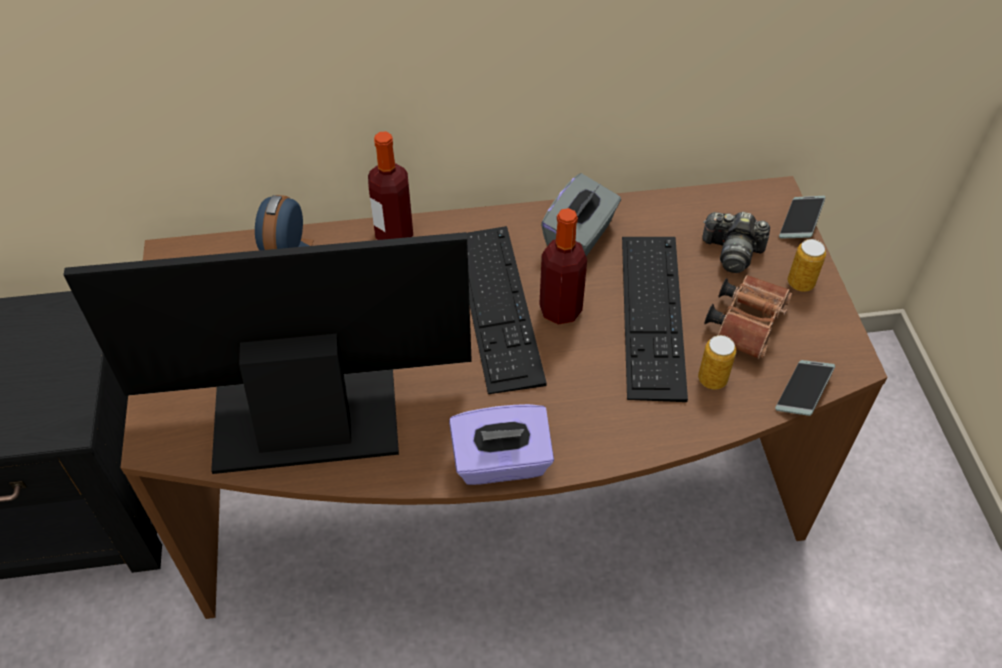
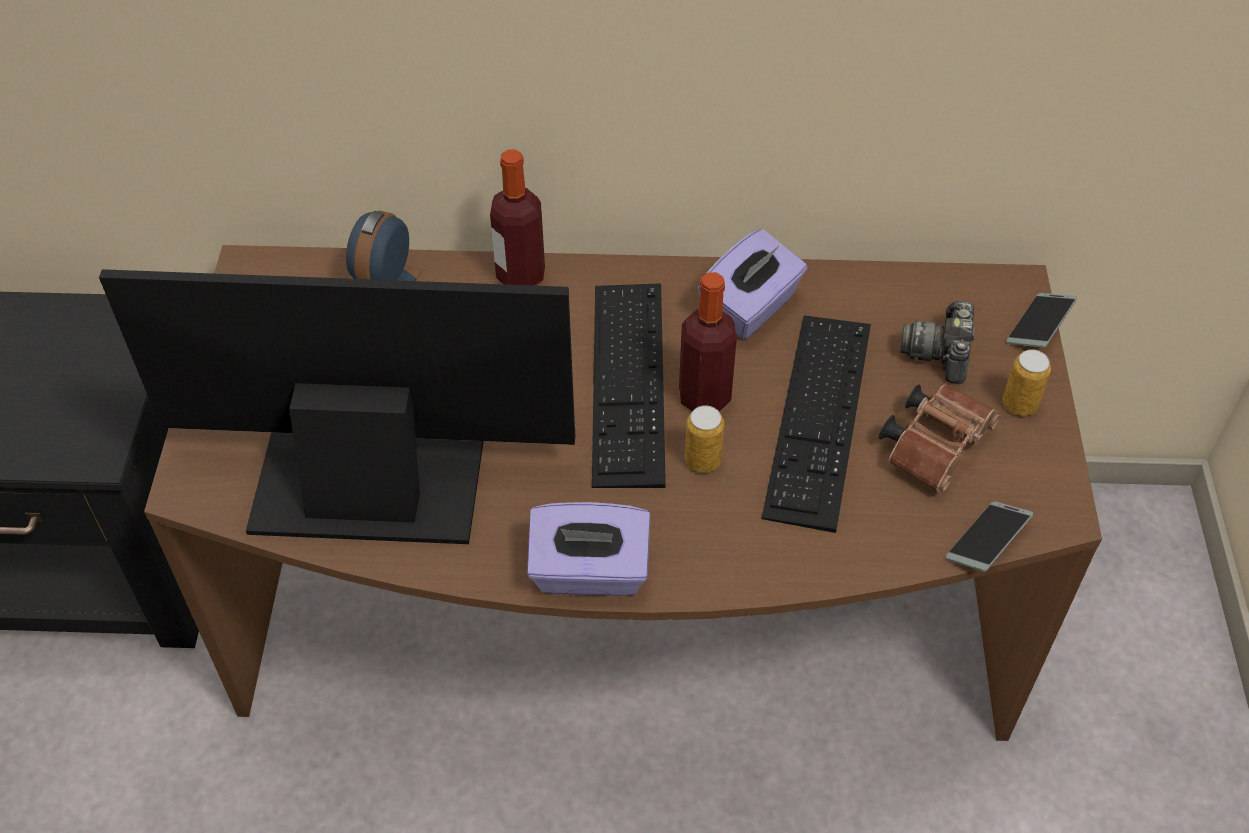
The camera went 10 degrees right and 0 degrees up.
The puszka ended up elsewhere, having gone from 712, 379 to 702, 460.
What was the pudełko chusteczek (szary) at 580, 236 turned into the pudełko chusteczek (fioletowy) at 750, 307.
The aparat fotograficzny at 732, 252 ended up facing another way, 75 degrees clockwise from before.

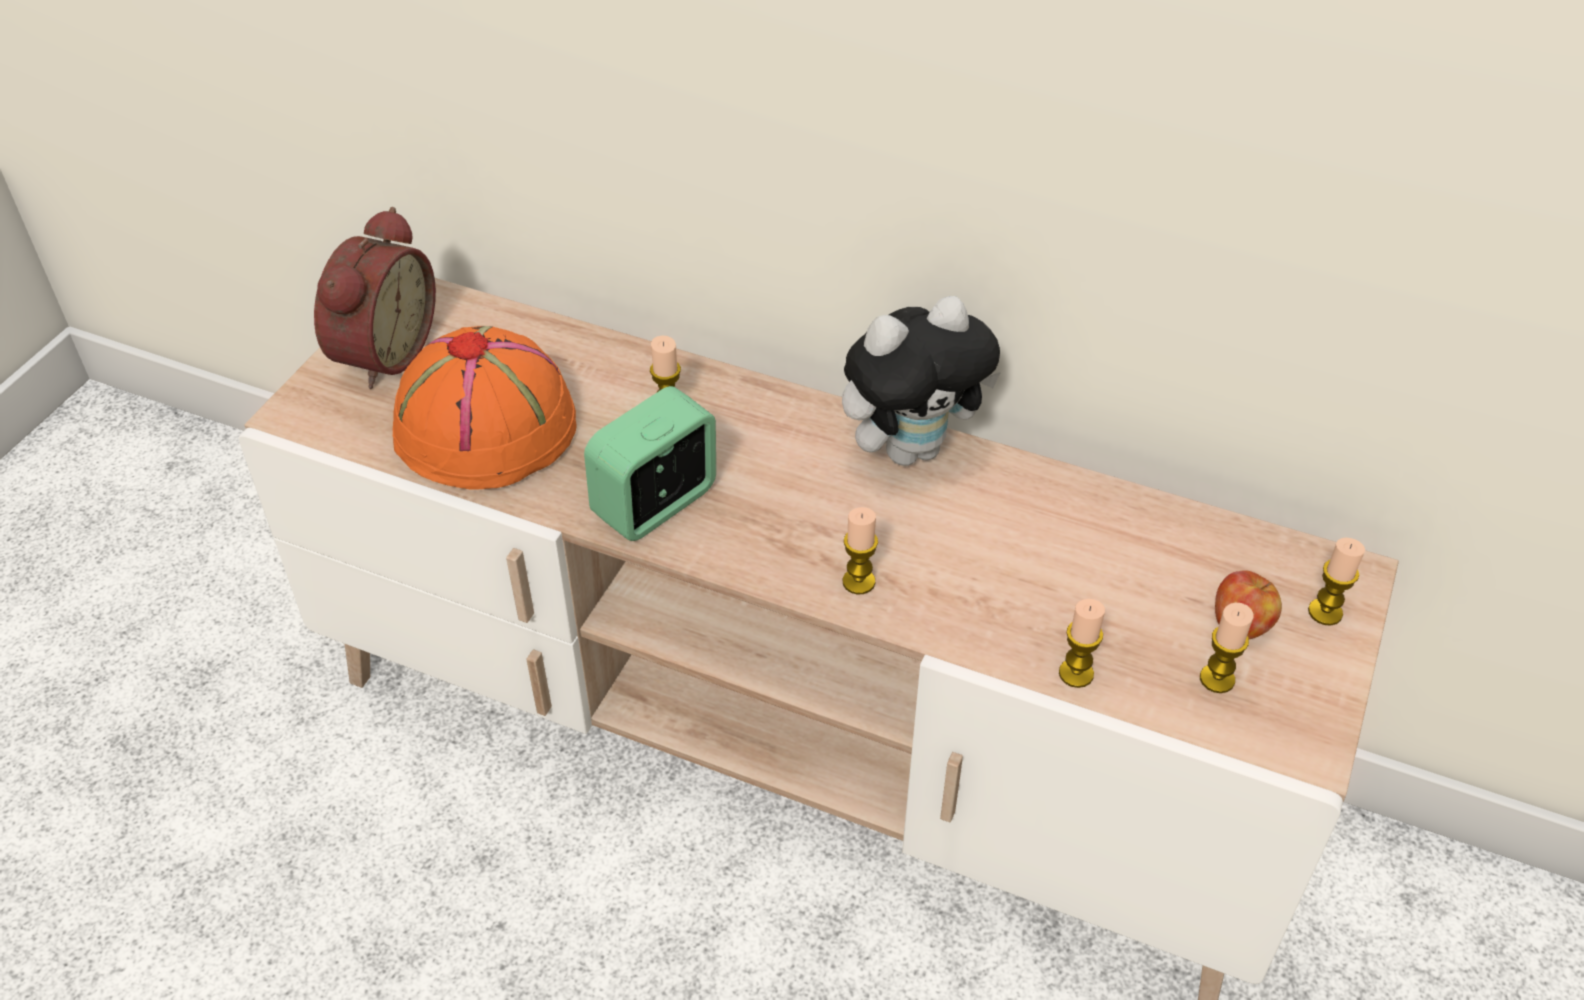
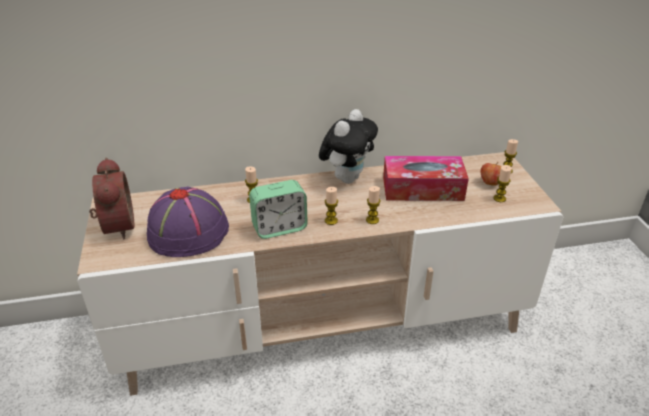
The camera went 35 degrees left and 10 degrees down.
The second view gained the pudełko chusteczek at 422, 189.
The świeca ended up elsewhere, having gone from 1076, 673 to 331, 221.
What was the kapelusz (pomarańczowy) at 488, 427 turned into the kapelusz (fioletowy) at 188, 232.
The budzik at 656, 504 ended up facing another way, 120 degrees counterclockwise from before.

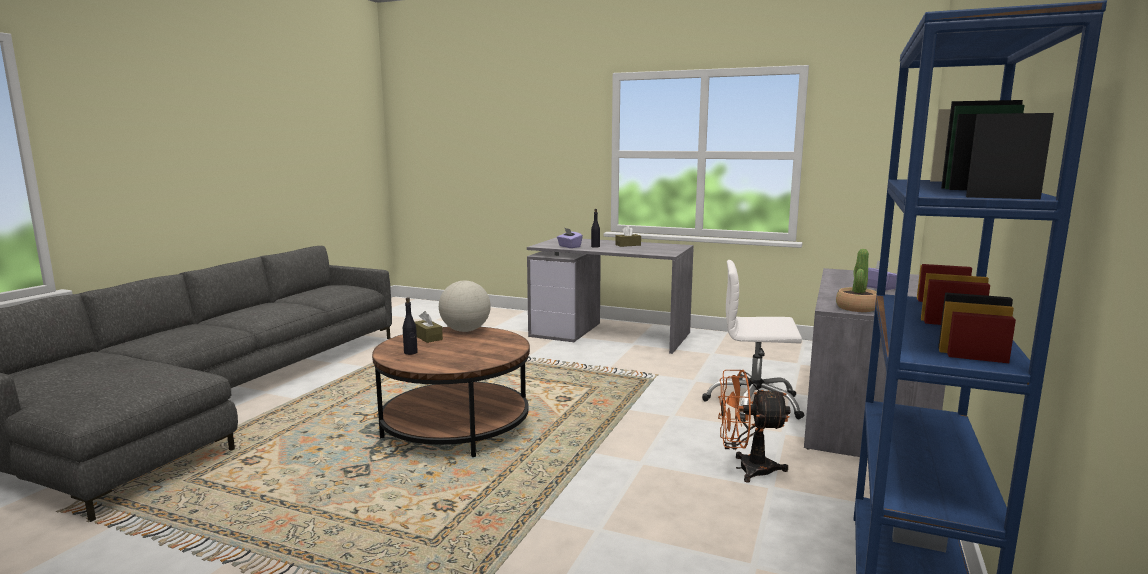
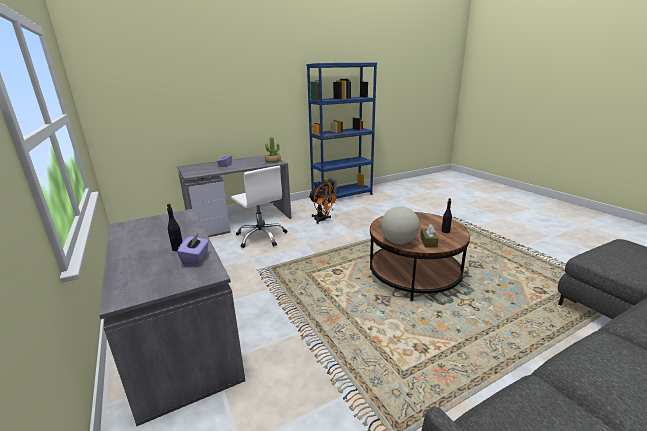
The camera went 140 degrees left and 10 degrees up.
The second view lost the pudełko chusteczek (brązowy) at 628, 245.

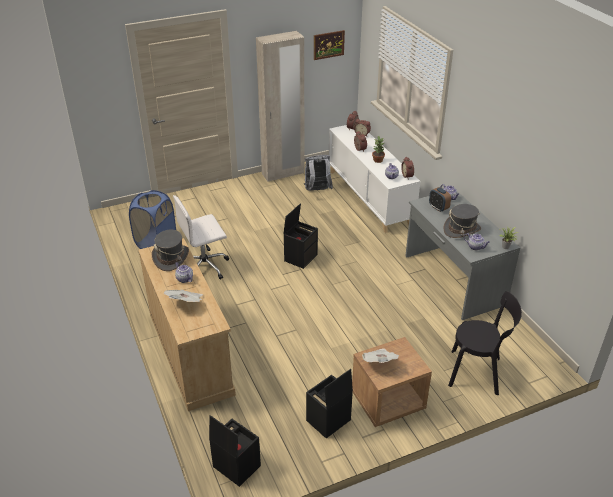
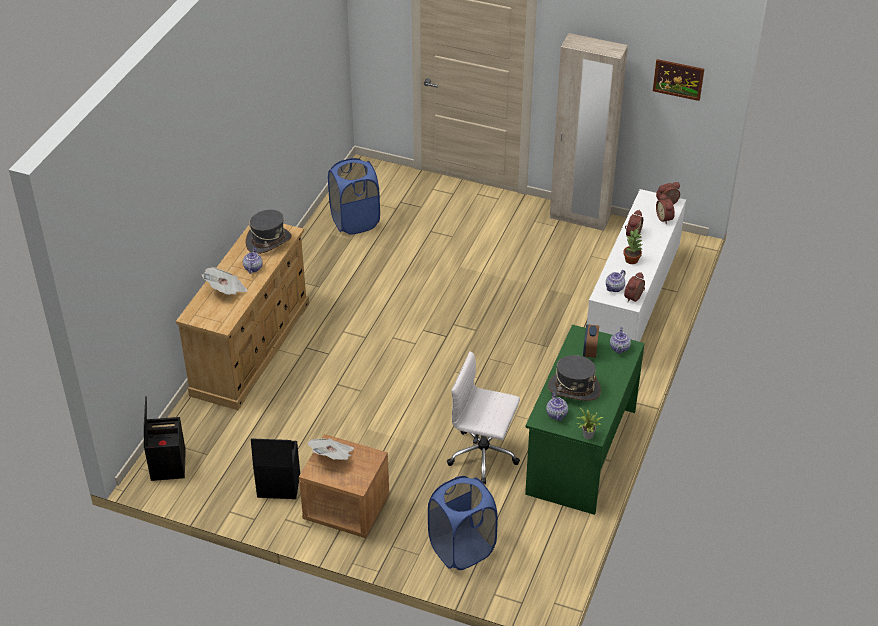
The camera went 45 degrees right and 5 degrees up.
The second view lost the pojemnik do przechowywania (czarny) at 300, 257.
The second view lost the plecak (szary) at 317, 191.
The krzesło biurowe (biały) ended up elsewhere, having gone from 205, 266 to 484, 455.
Where the krzesło (czarny) stood at 478, 372, the kosz na pranie (niebieski) came to stand at 461, 549.
What was the biurko (szary) at 452, 280 turned into the biurko (zielony) at 580, 451.

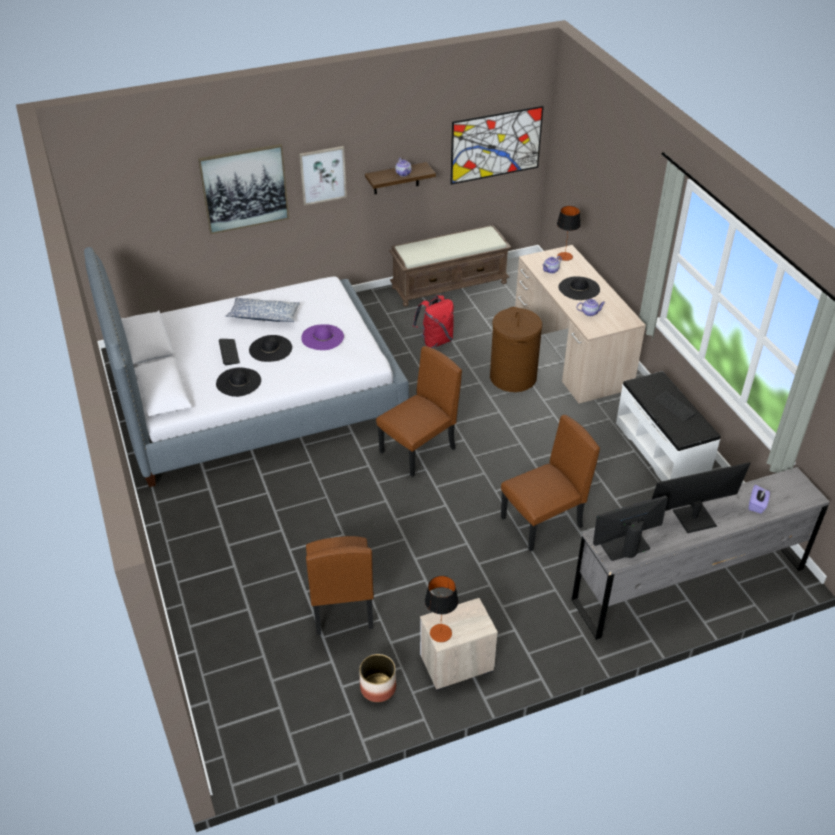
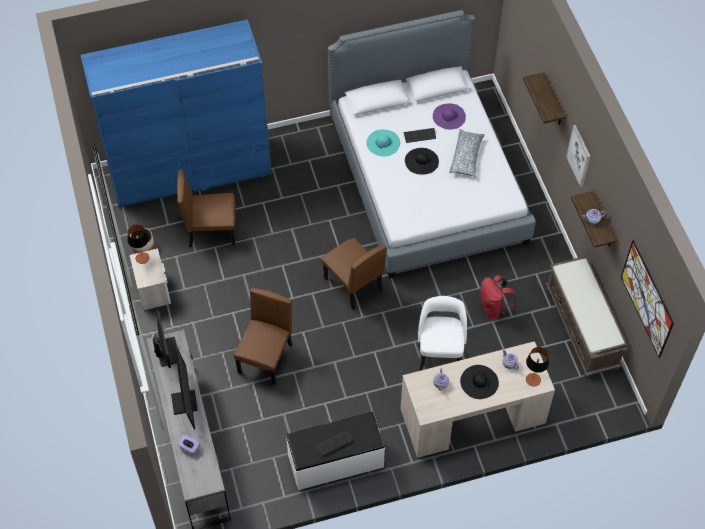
The camera went 95 degrees right and 15 degrees up.
The second view gained the szafa (niebieski) at 190, 171.
The kapelusz (fioletowy) ended up elsewhere, having gone from 322, 337 to 449, 116.
Where the obraz hung at 244, 188, the półka came to hang at 553, 101.
Where the kosz na pranie (brązowy) stood at 512, 377, the stołek (biały) came to stand at 439, 362.
What was the kapelusz (czarny) at 238, 382 turned into the kapelusz (turkusowy) at 383, 143.
The krzesło (brązowy) at 542, 523 ended up facing another way, 135 degrees counterclockwise from before.

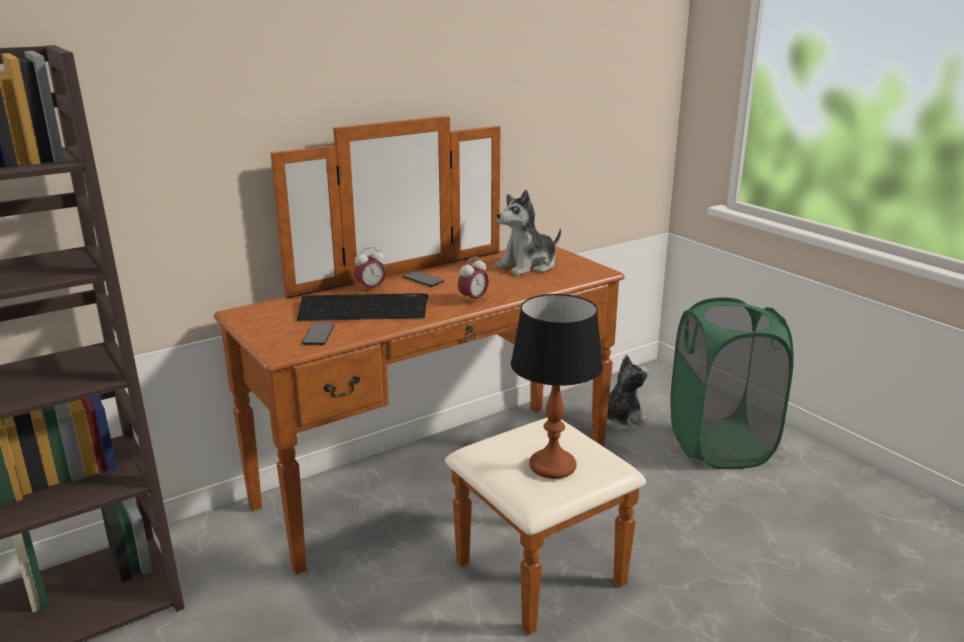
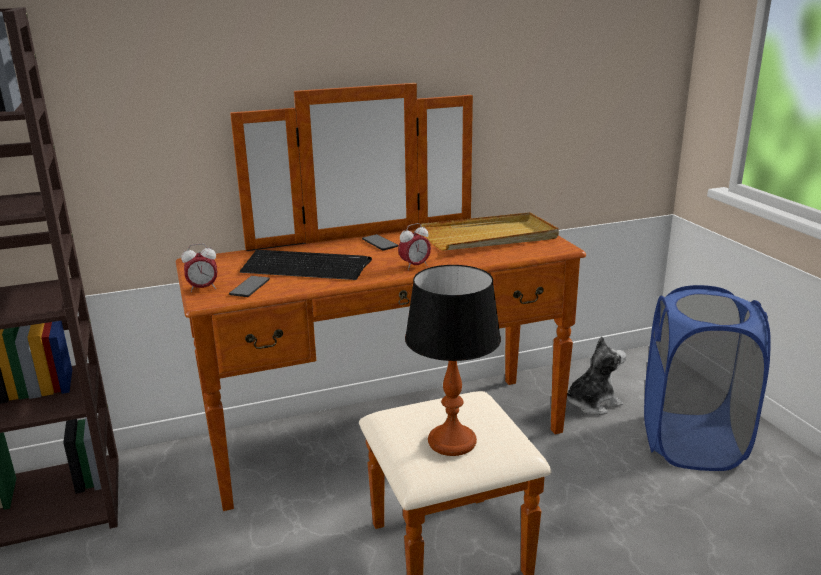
The camera went 15 degrees right and 0 degrees up.
The budzik ended up elsewhere, having gone from 371, 289 to 203, 288.
Where the pluszak stood at 528, 266, the taca (beżowy) came to stand at 490, 237.
What was the kosz na pranie (zielony) at 720, 445 turned into the kosz na pranie (niebieski) at 691, 442.

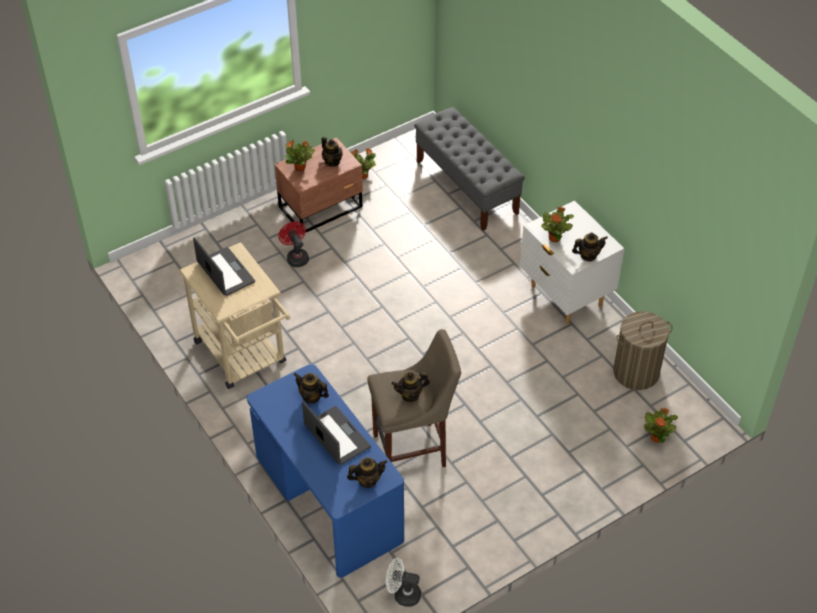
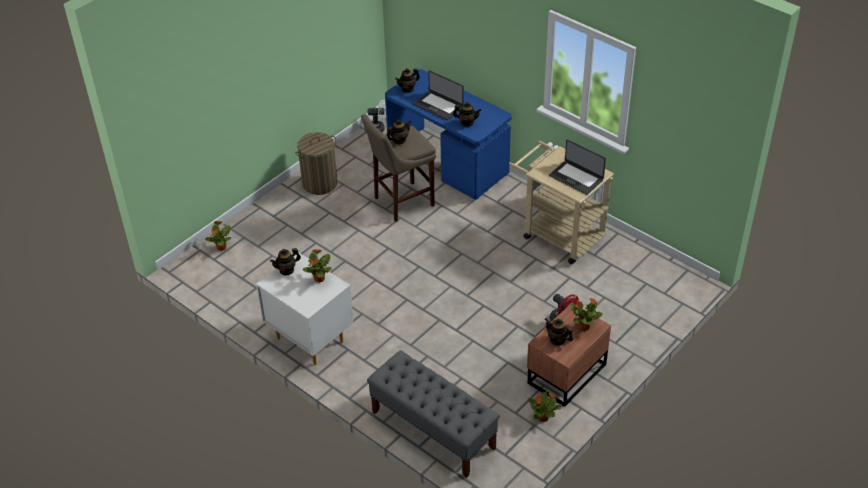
The camera went 165 degrees right and 5 degrees down.
The kosz na pranie ended up elsewhere, having gone from 636, 372 to 320, 183.

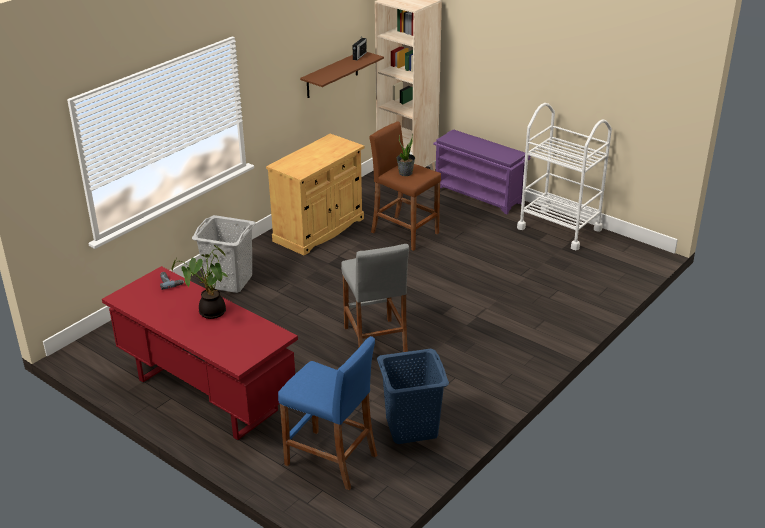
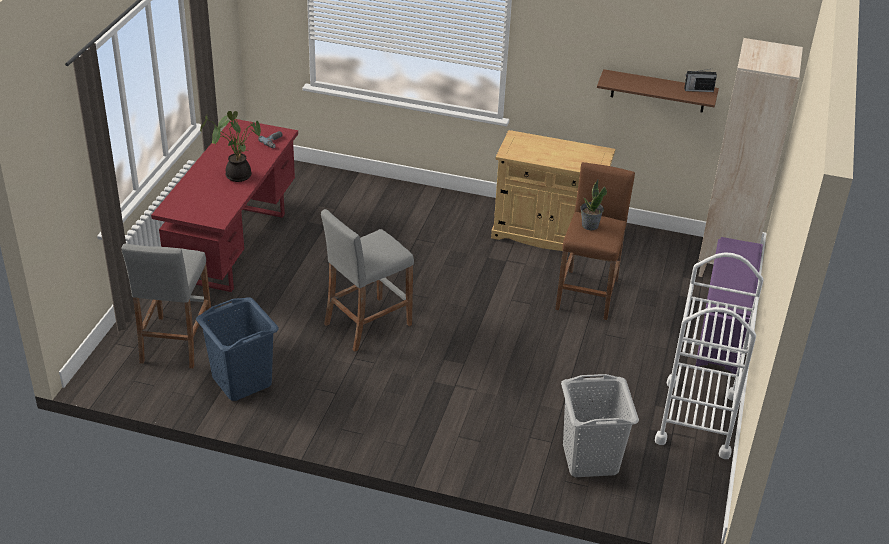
The camera went 65 degrees right and 5 degrees up.
The kosz na pranie (szary) ended up elsewhere, having gone from 229, 282 to 590, 459.
What was the stołek (niebieski) at 331, 460 turned into the stołek (szary) at 176, 342.

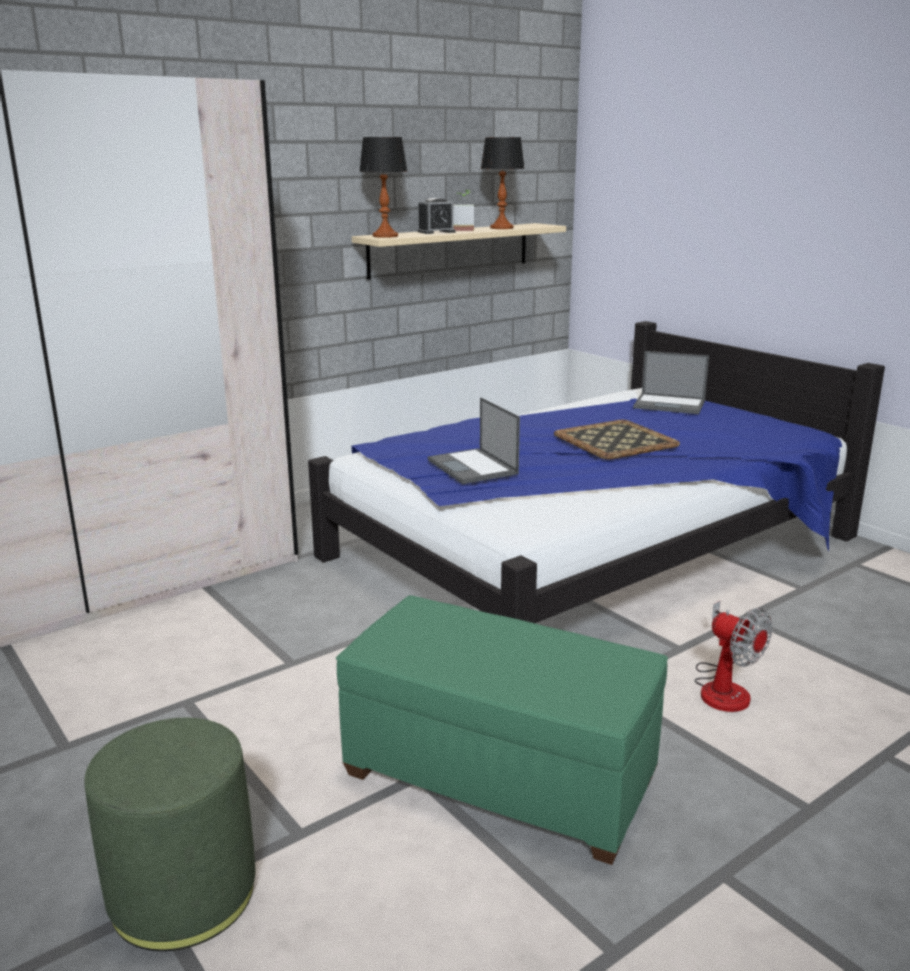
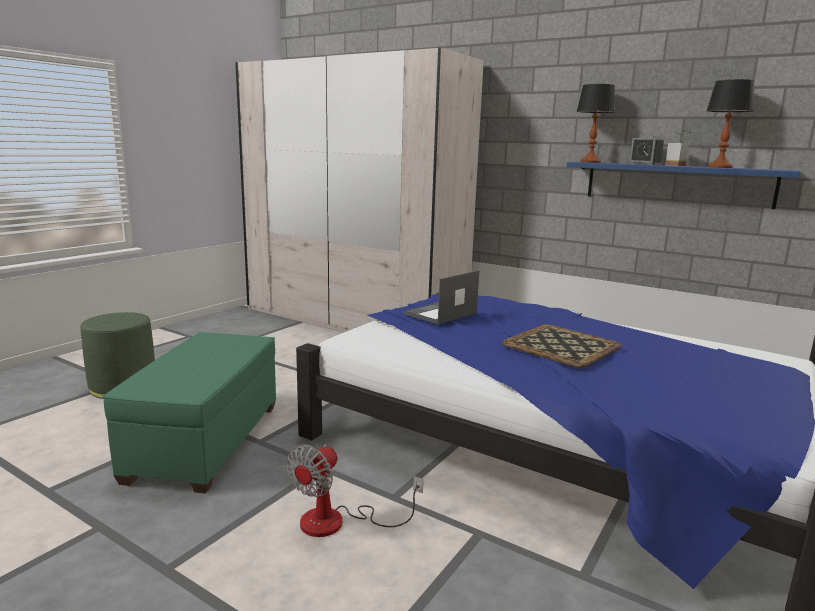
The camera went 70 degrees right and 5 degrees down.
The second view lost the laptop at 670, 404.
What was the półka (beżowy) at 450, 250 turned into the półka (niebieski) at 677, 184.

